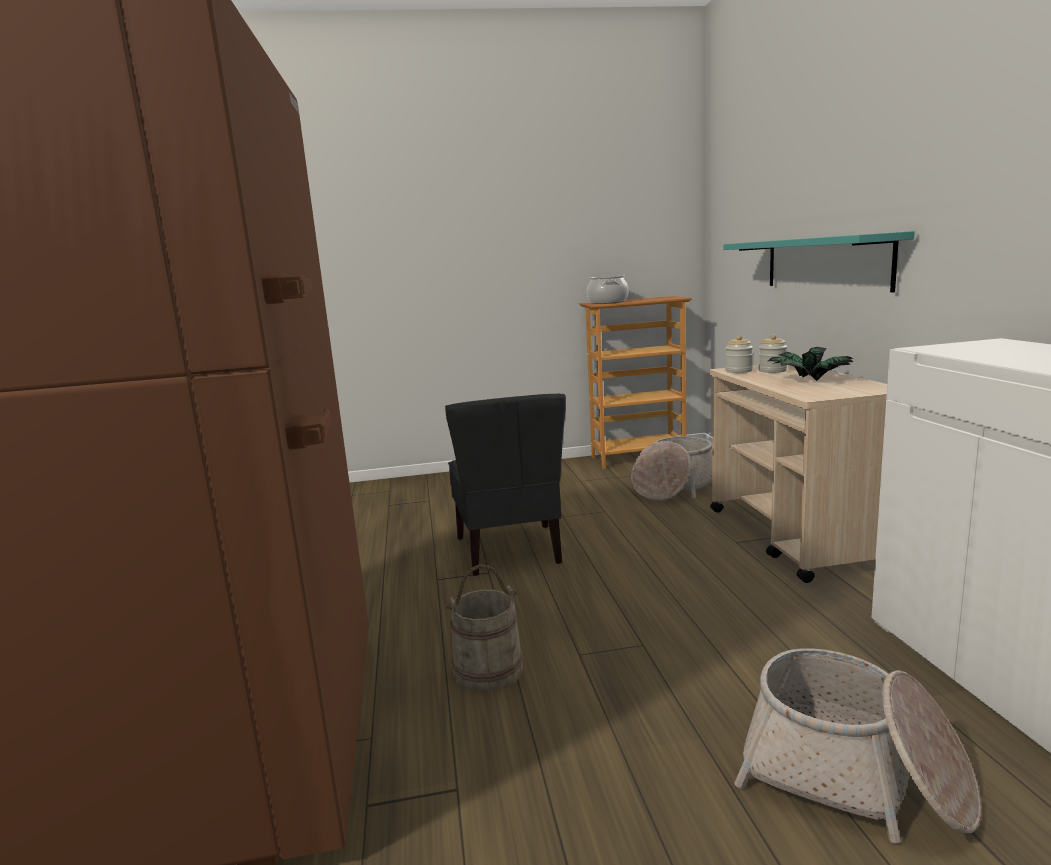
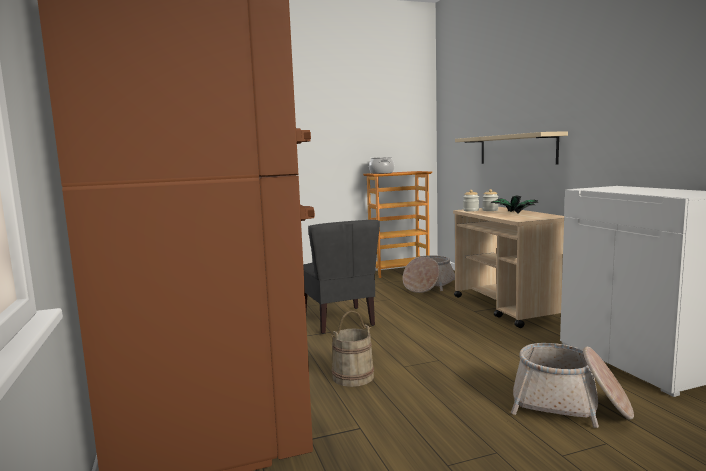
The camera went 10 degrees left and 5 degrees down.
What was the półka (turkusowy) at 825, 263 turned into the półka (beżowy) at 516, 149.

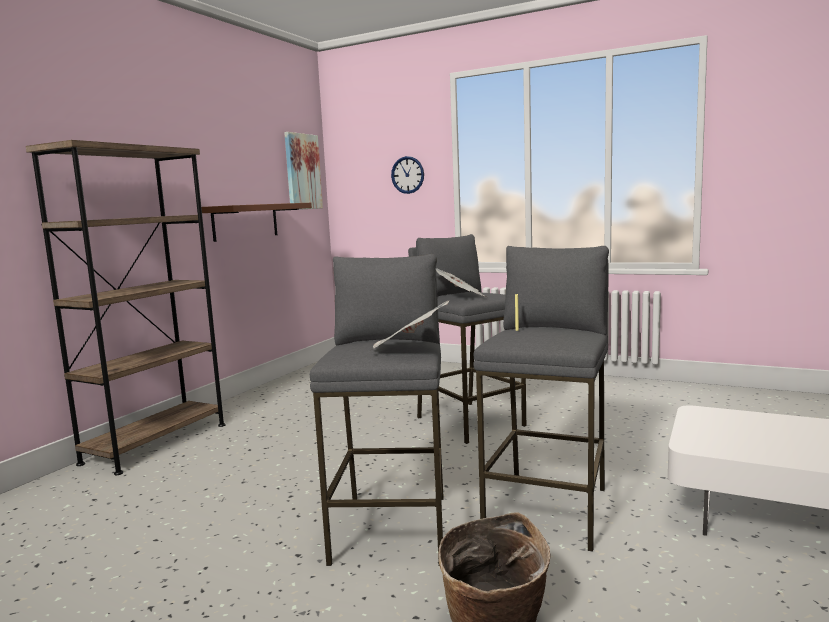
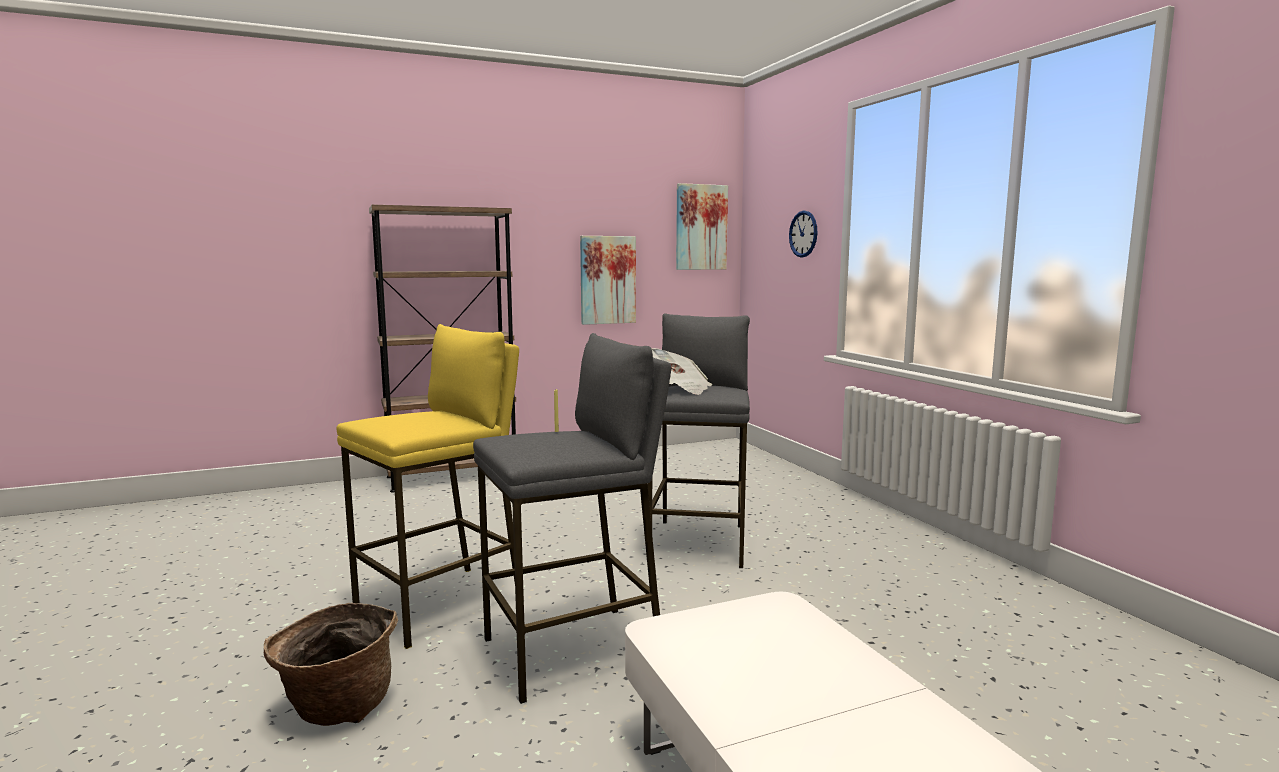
The camera went 40 degrees right and 0 degrees up.
The second view lost the gazeta at 408, 348.
Where the półka (brązowy) hung at 245, 221, the obraz came to hang at 607, 280.
What was the stołek (szary) at 393, 528 turned into the stołek (żółty) at 441, 604.

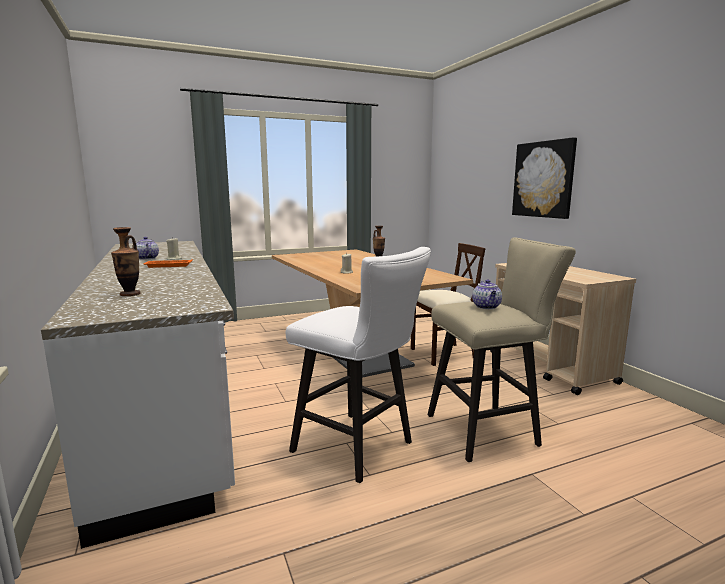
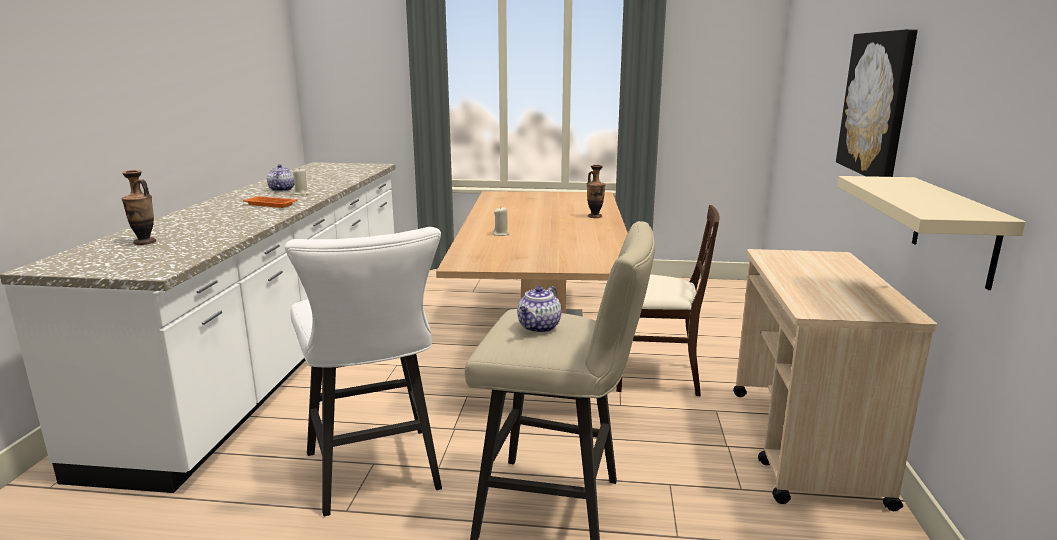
The camera went 30 degrees right and 5 degrees up.
The second view gained the półka (beżowy) at 955, 230.

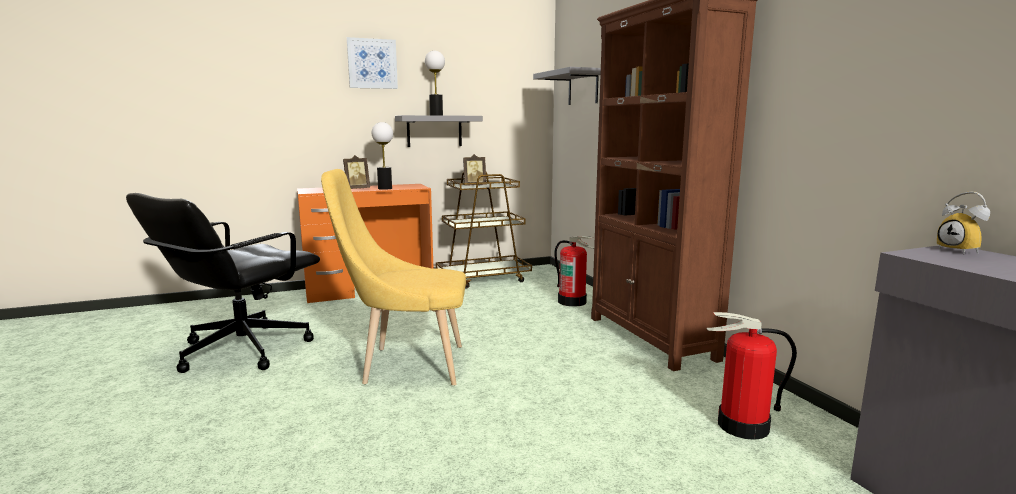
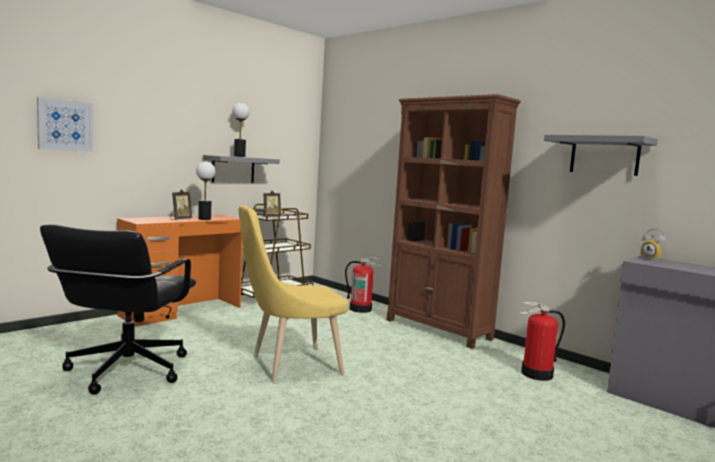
The camera went 25 degrees left and 5 degrees down.
The obraz ended up elsewhere, having gone from 372, 63 to 65, 125.
The półka (szary) ended up elsewhere, having gone from 583, 88 to 604, 156.

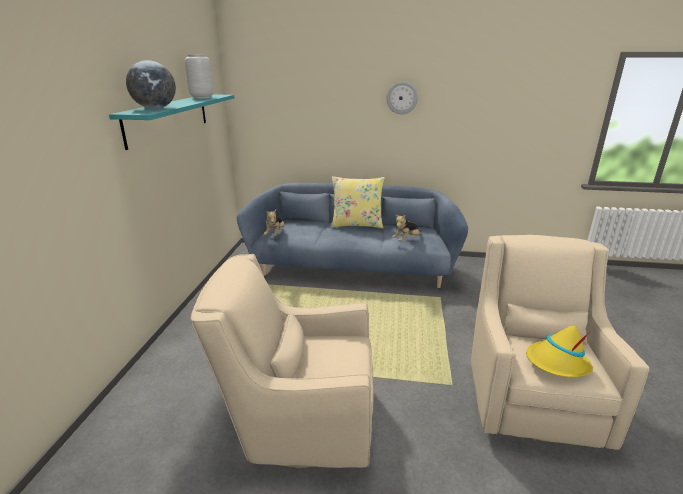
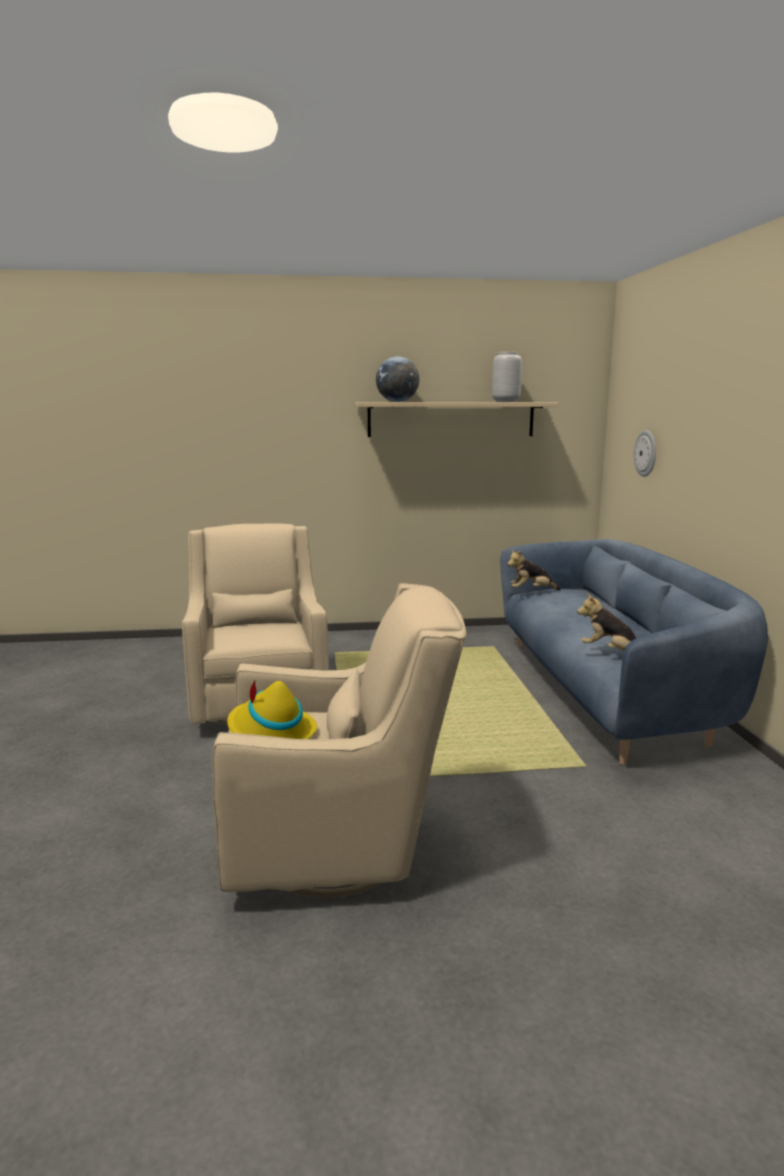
The camera went 75 degrees right and 10 degrees down.
The second view lost the poduszka (żółty) at 357, 224.
The zegar ścienny ended up elsewhere, having gone from 402, 98 to 646, 453.
What was the półka (turkusowy) at 169, 118 turned into the półka (beżowy) at 451, 419.

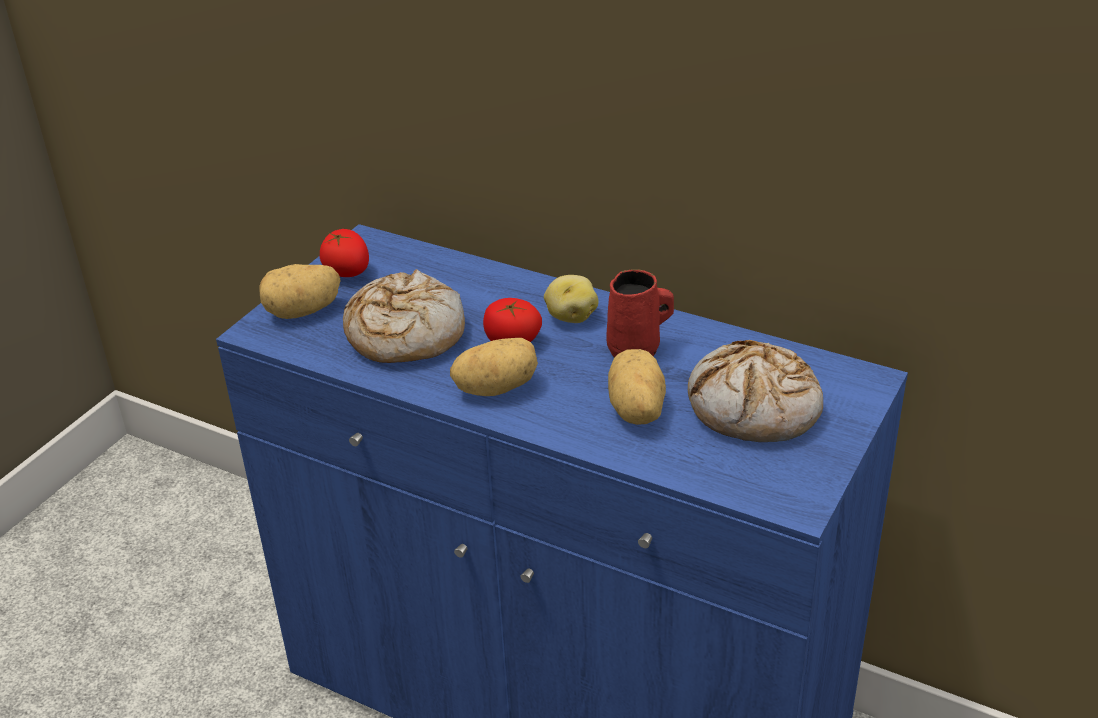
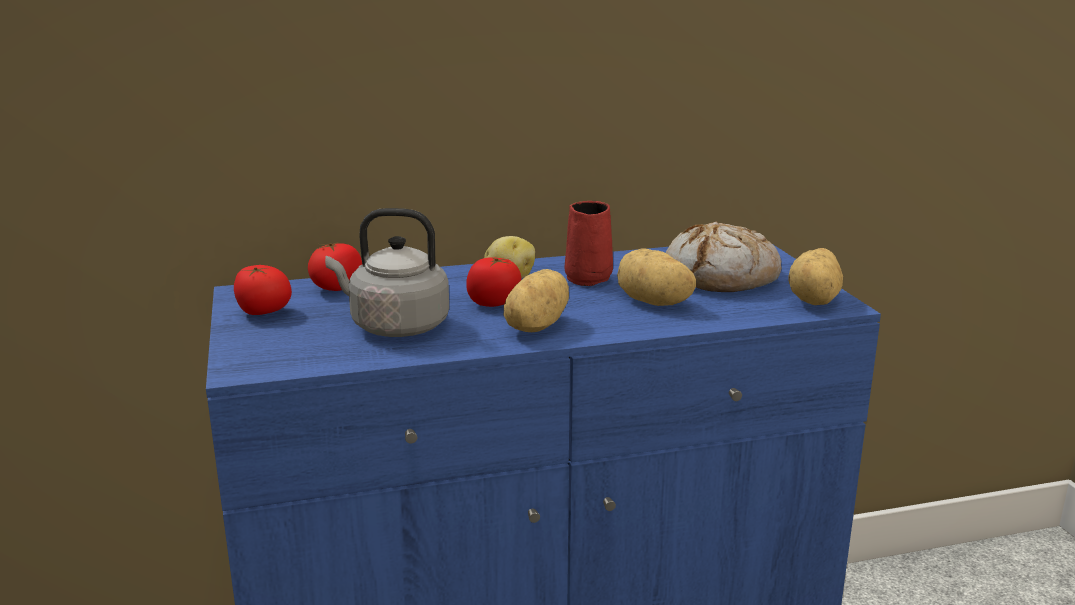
The camera went 45 degrees left and 15 degrees down.
The second view gained the pomidor at 336, 288.
The ziemniak ended up elsewhere, having gone from 303, 312 to 815, 300.
Where the chleb stood at 404, 334, the czajnik (szary) came to stand at 394, 326.

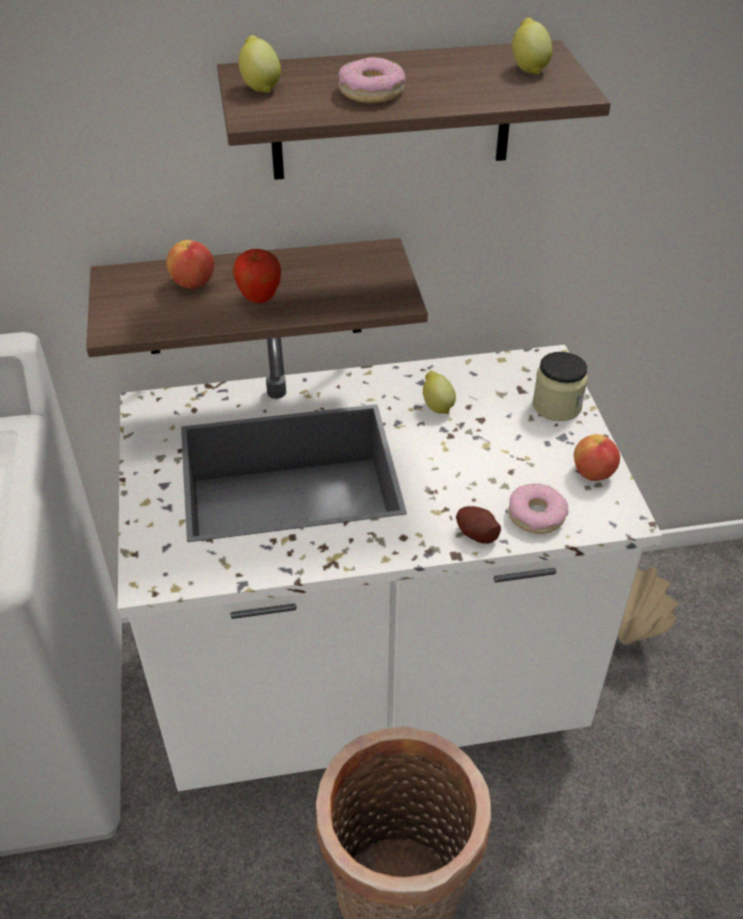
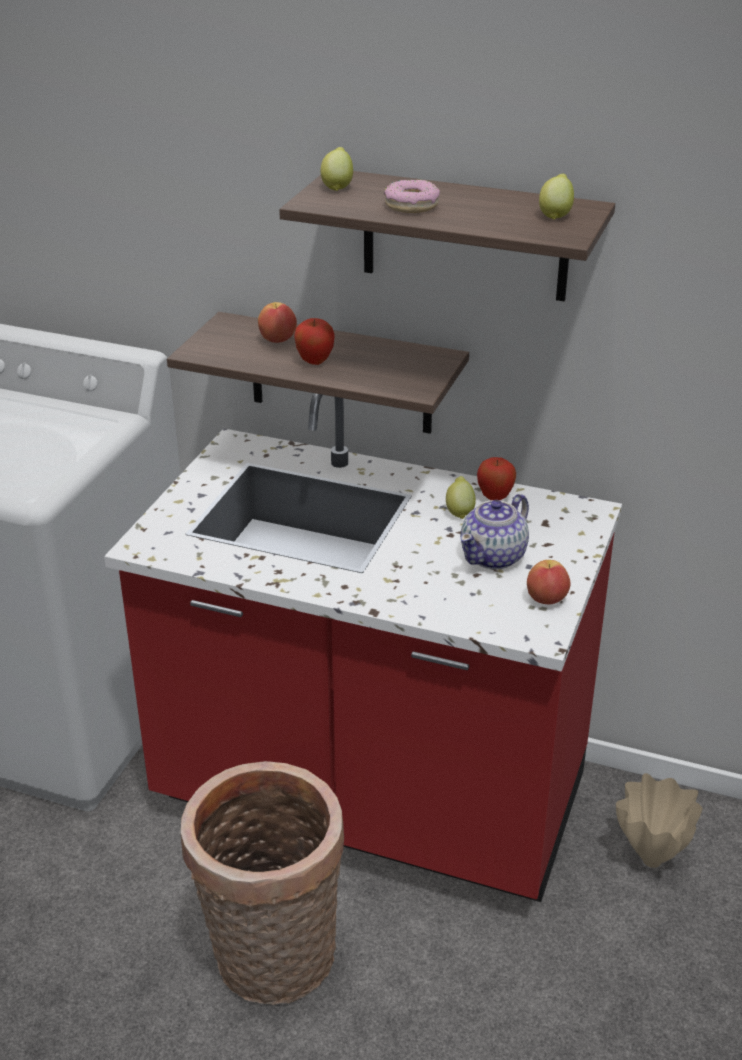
The camera went 30 degrees right and 10 degrees down.
The second view lost the ziemniak at 476, 534.
The second view lost the donut at 536, 515.
The second view lost the słoik at 556, 406.
The second view gained the imbryk at 494, 556.
The second view gained the jabłko at 495, 497.
What was the zabudowa kuchenna (biały) at 371, 689 turned into the zabudowa kuchenna (czerwony) at 371, 799.

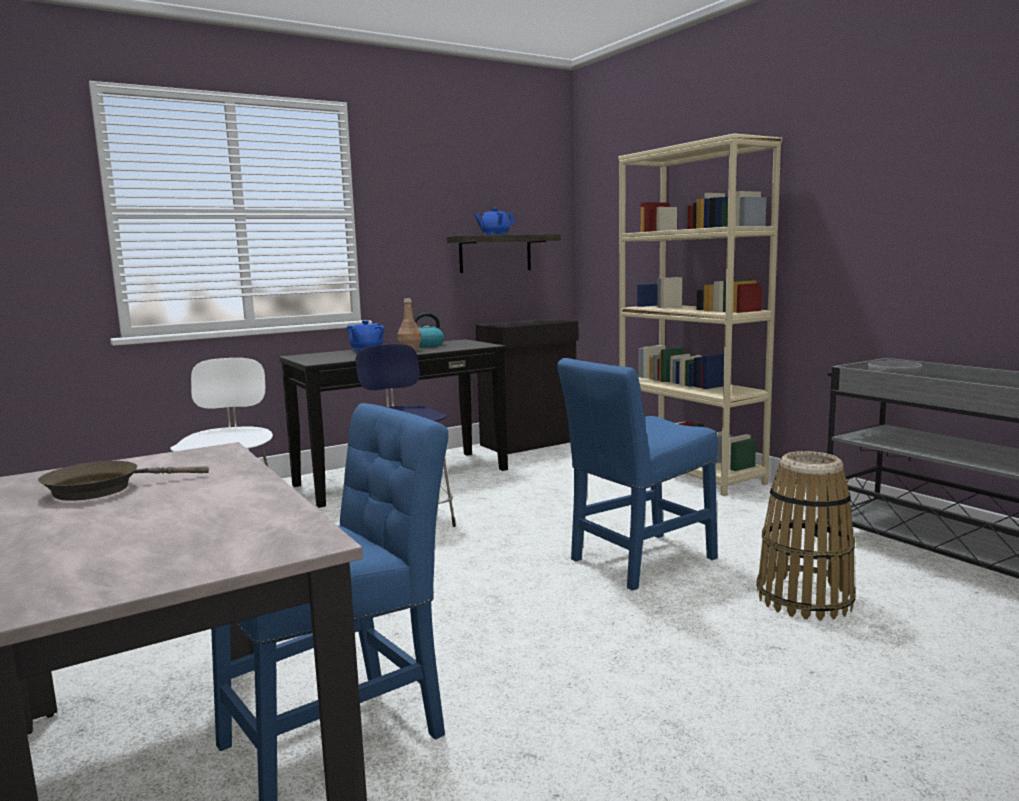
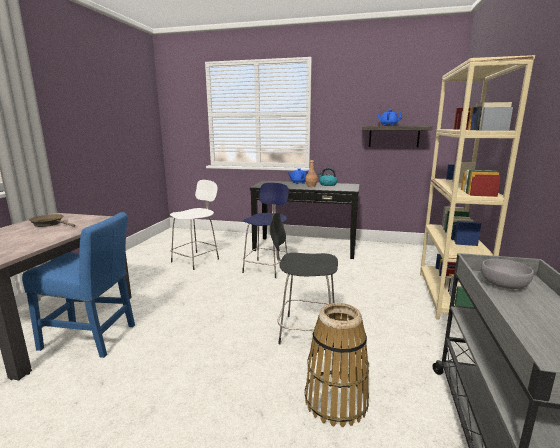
The camera went 45 degrees right and 5 degrees up.
The second view lost the szafka (czarny) at 530, 443.
Where the krzesło (niebieski) stood at 638, 561, the stołek (czarny) came to stand at 305, 331.

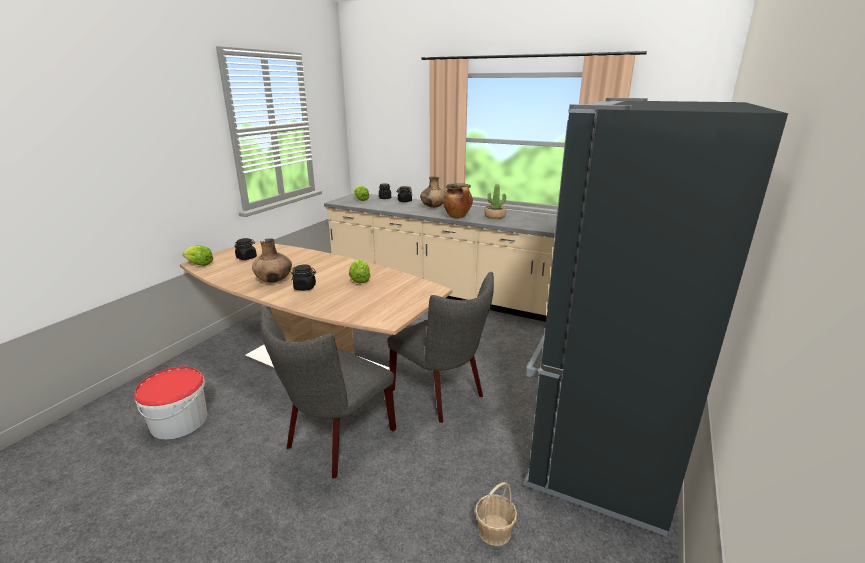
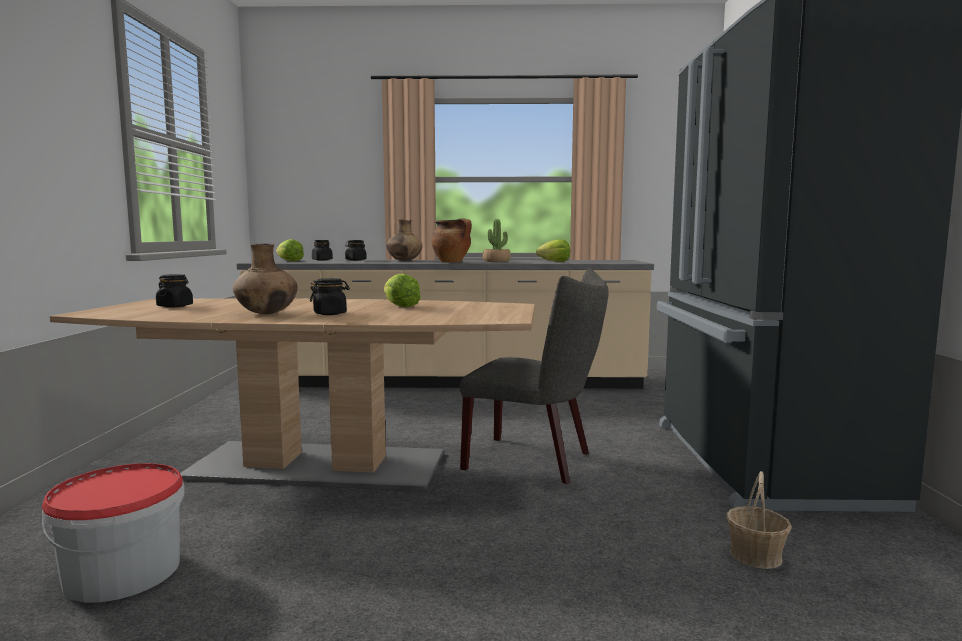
The camera went 25 degrees left and 15 degrees down.
The second view lost the krzesło (szary) at 336, 441.
The sałata ended up elsewhere, having gone from 199, 264 to 555, 261.

